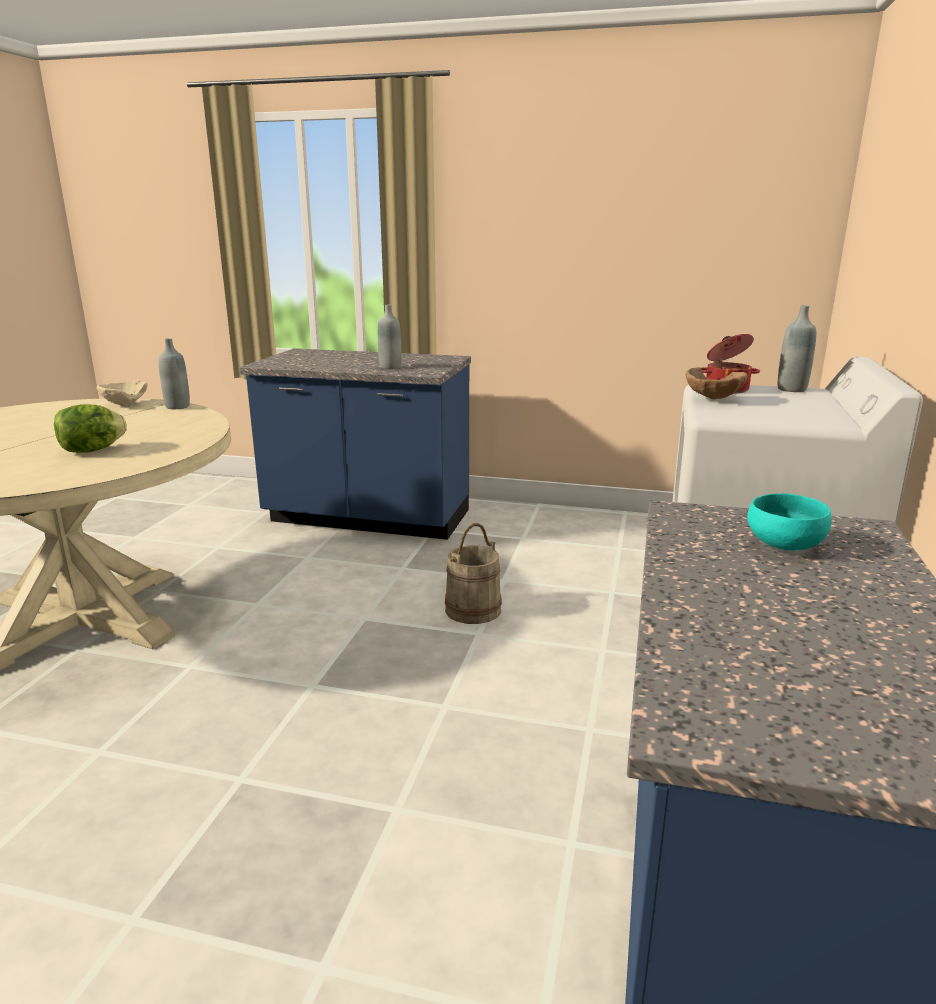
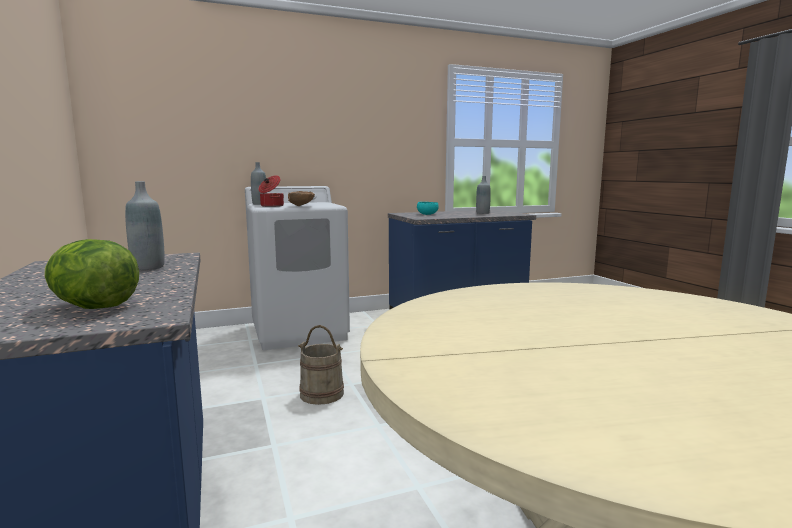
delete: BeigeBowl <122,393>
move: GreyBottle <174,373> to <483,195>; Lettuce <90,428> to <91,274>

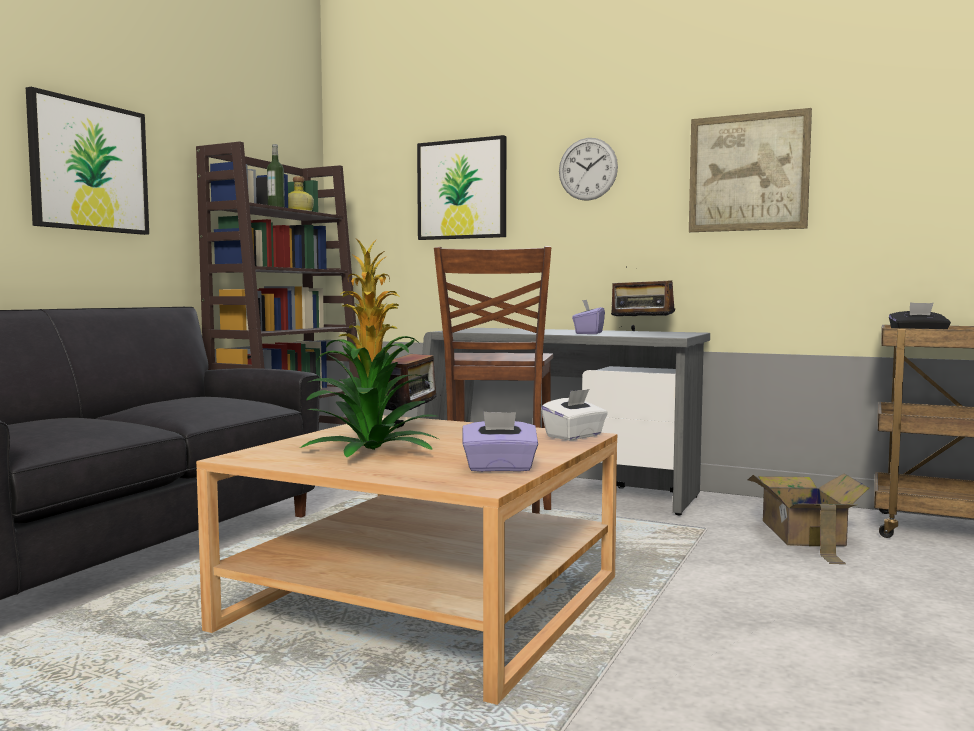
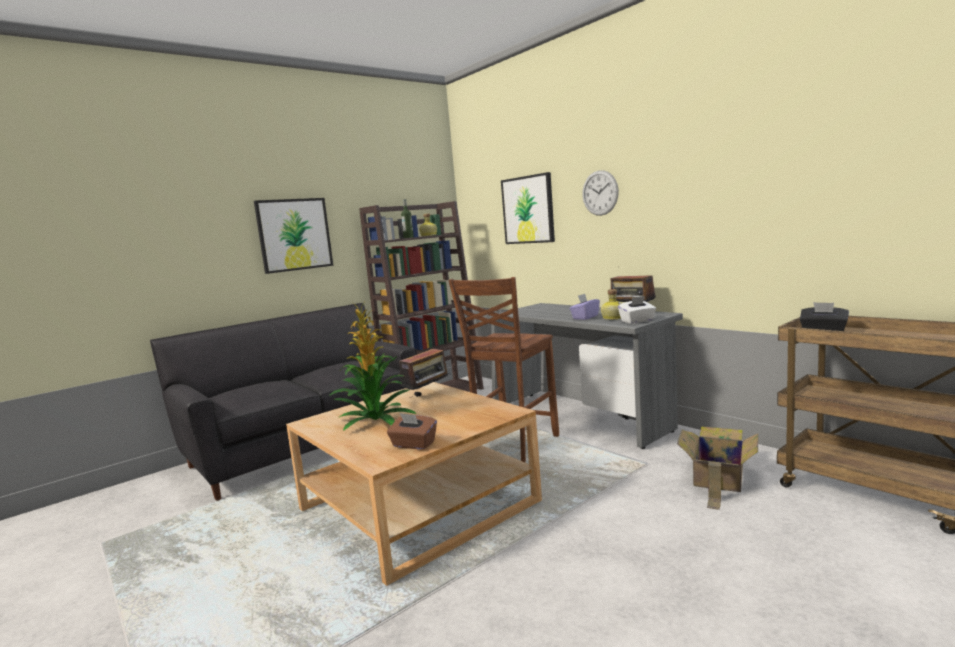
delete: Picture <750,170>
insert: Bottle <611,304>
move: WhiteTissueBox <574,414> to <637,310>
recolor: PurpleTissueBox <500,441> to BrownTissueBox <412,431>

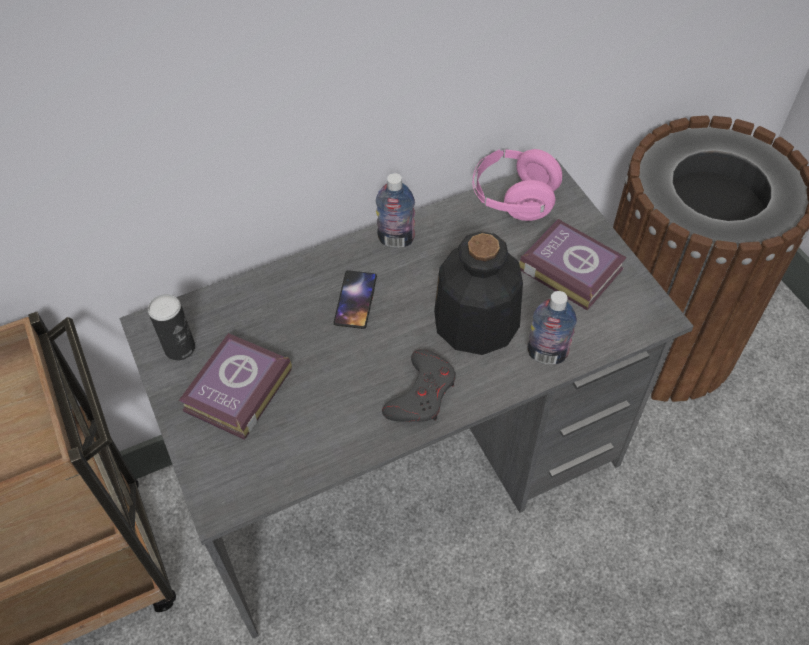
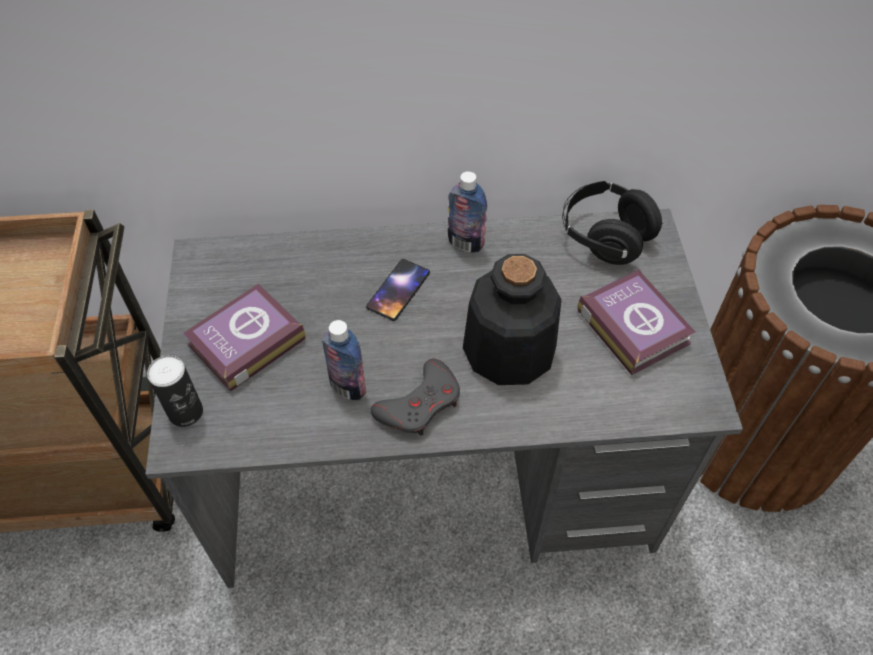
move: Bottle <552,327> to <344,360>; Can <171,327> to <175,391>
recolor: PinkHeadphones <517,185> to BlackHeadphones <612,223>

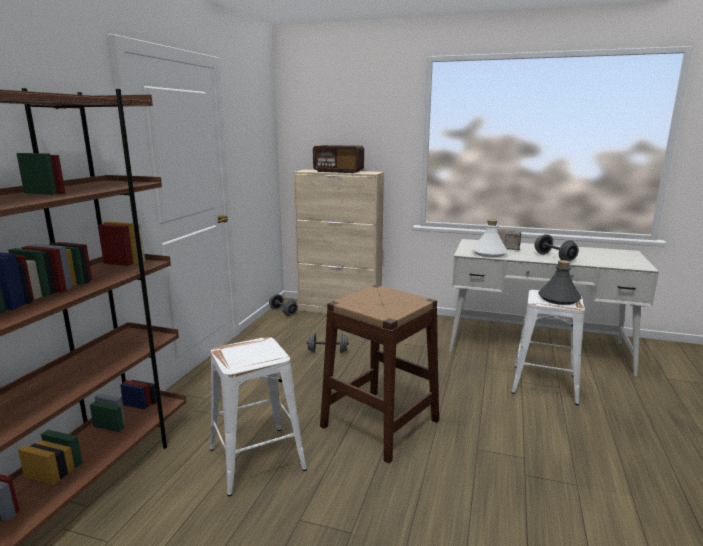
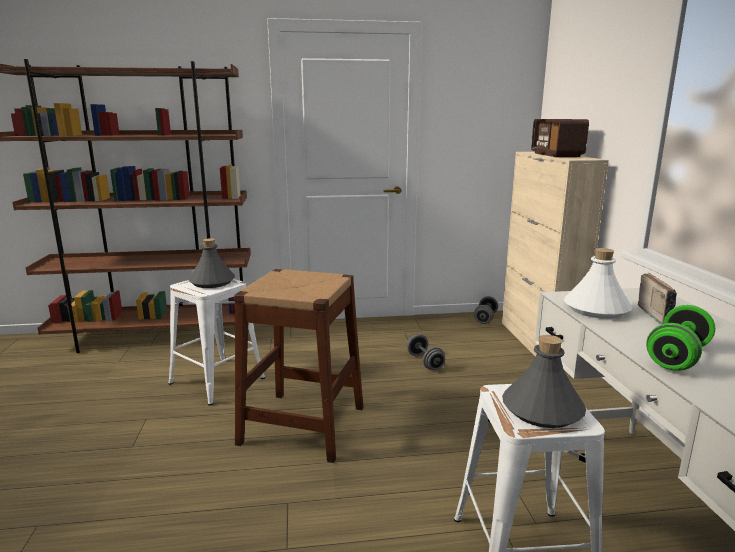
insert: GreyBottle <212,263>
recolor: GreyDumbbell <557,247> to GreenDumbbell <680,338>

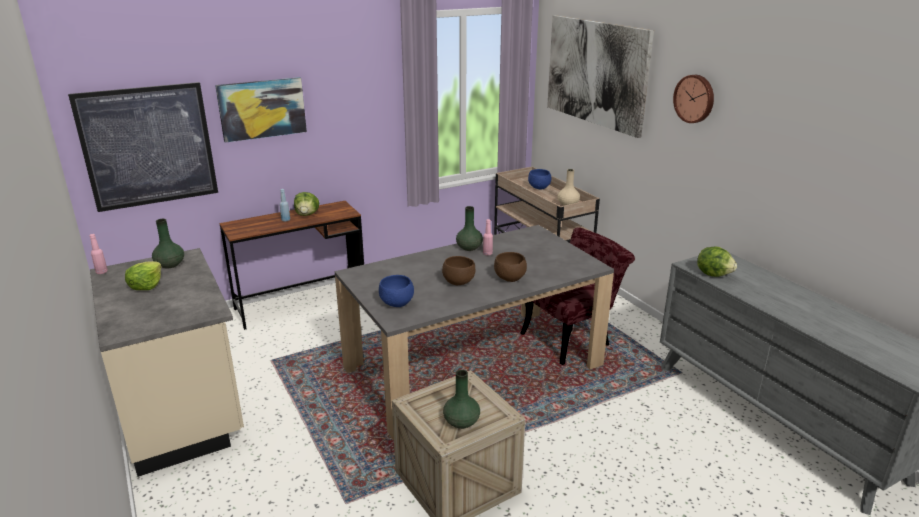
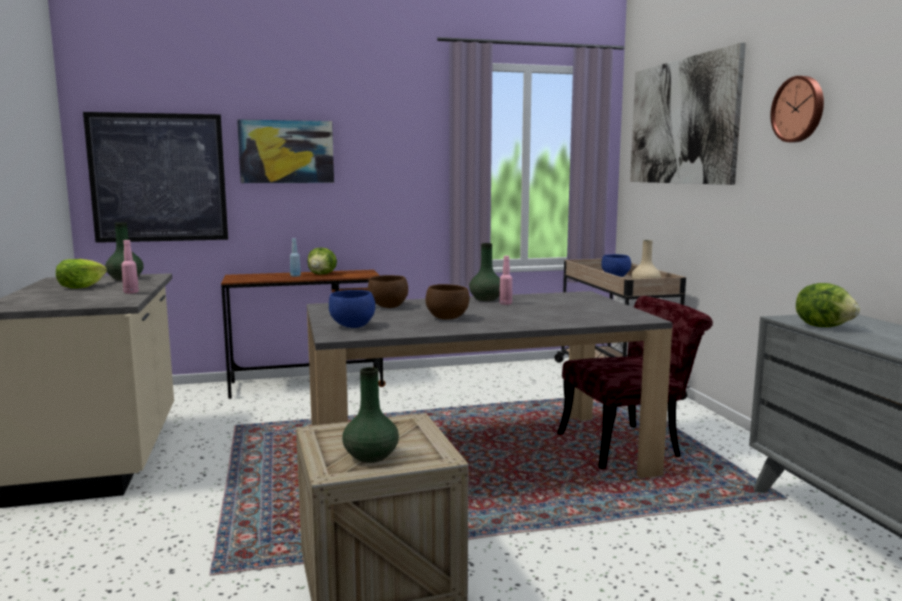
move: PinkBottle <99,254> to <130,267>; BrownBowl <510,267> to <388,291>

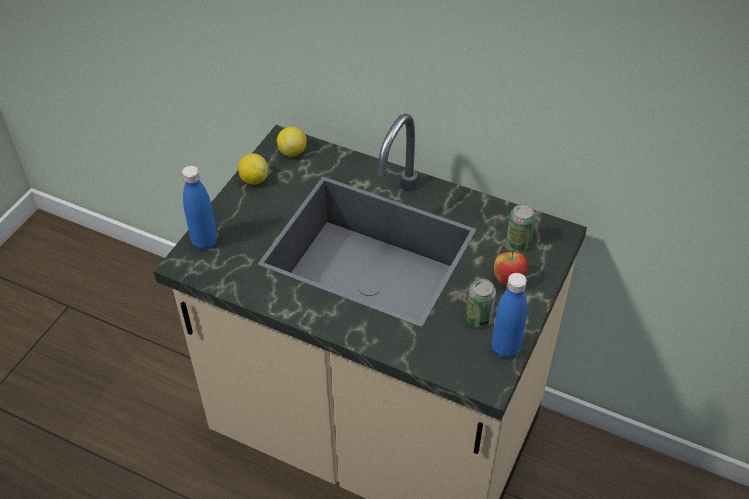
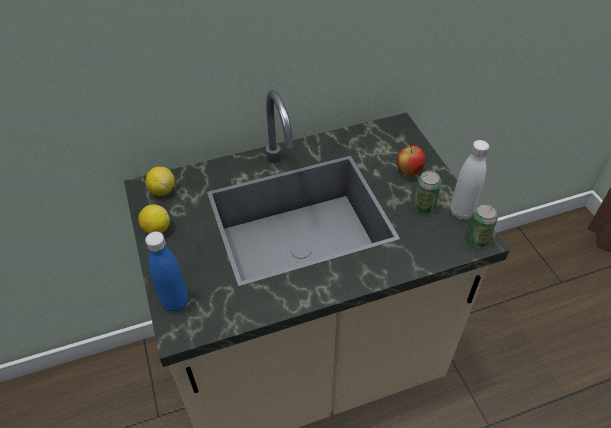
move: Can <521,227> to <481,225>
recolor: BlueBottle <509,315> to WhiteBottle <469,180>

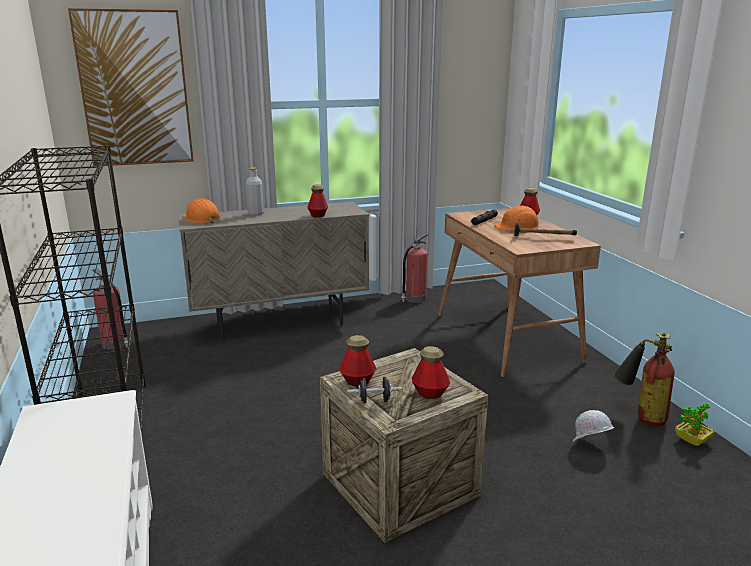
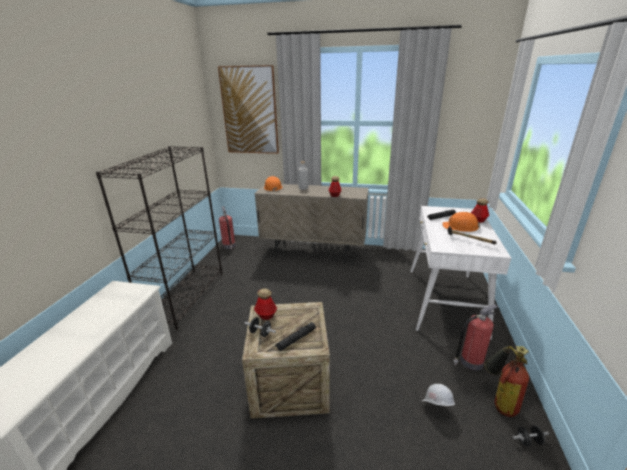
move: FireExtinguisher <414,268> to <475,337>
replace: Bottle <431,372> to BlackFlashlight <295,336>; PottedPlant <694,424> to BlackDumbbell <531,436>
recolor: BrownDesk <519,292> to WhiteDesk <460,273>

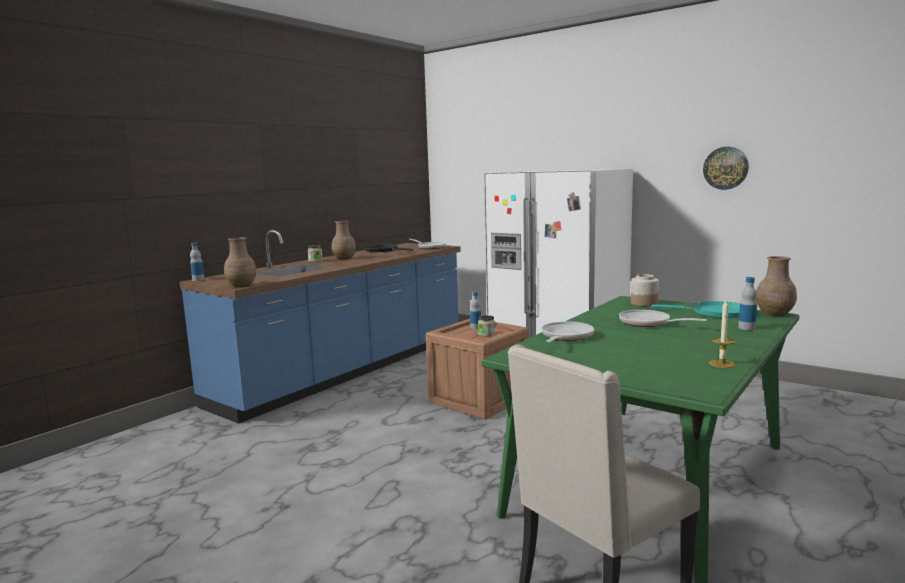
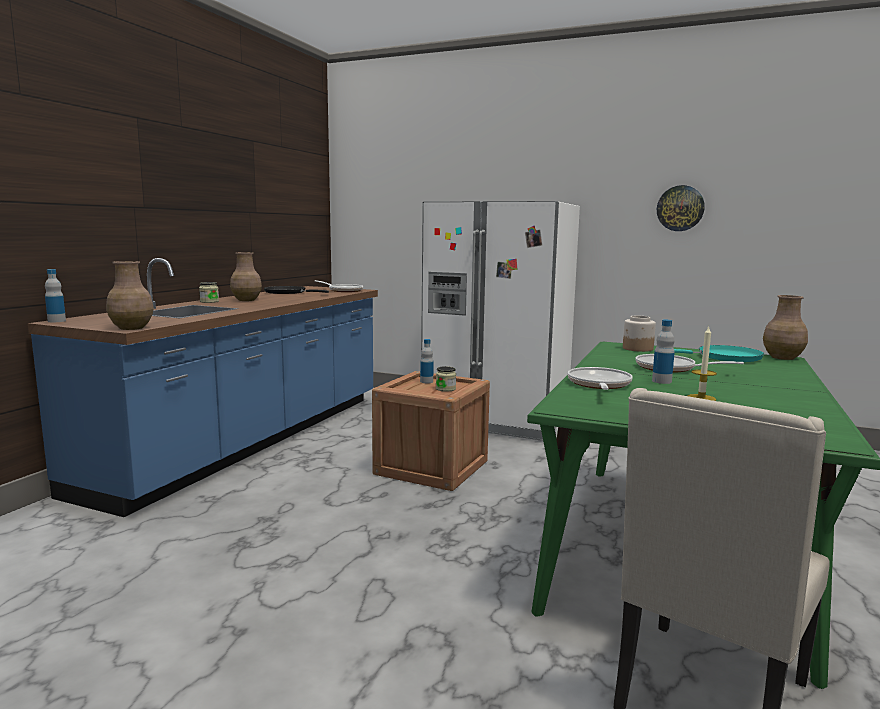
move: Bottle <747,303> to <663,352>; Candle <722,334> to <702,363>

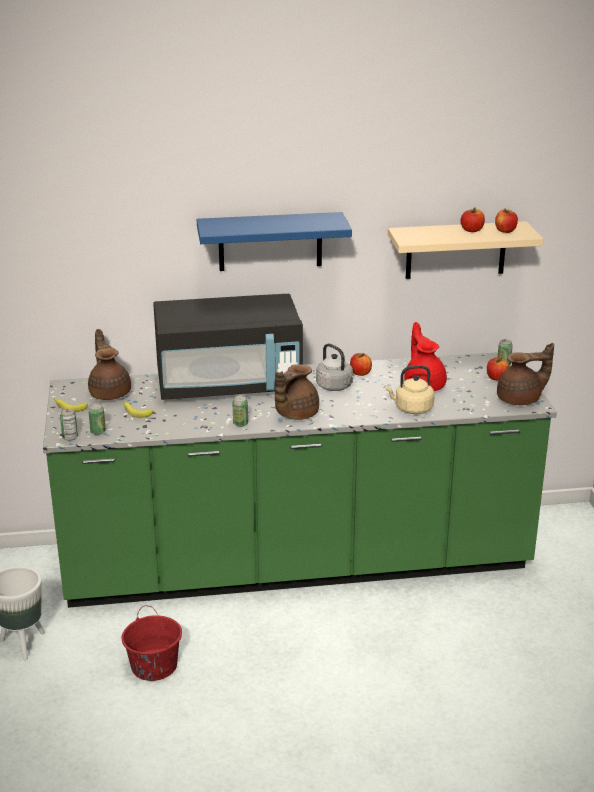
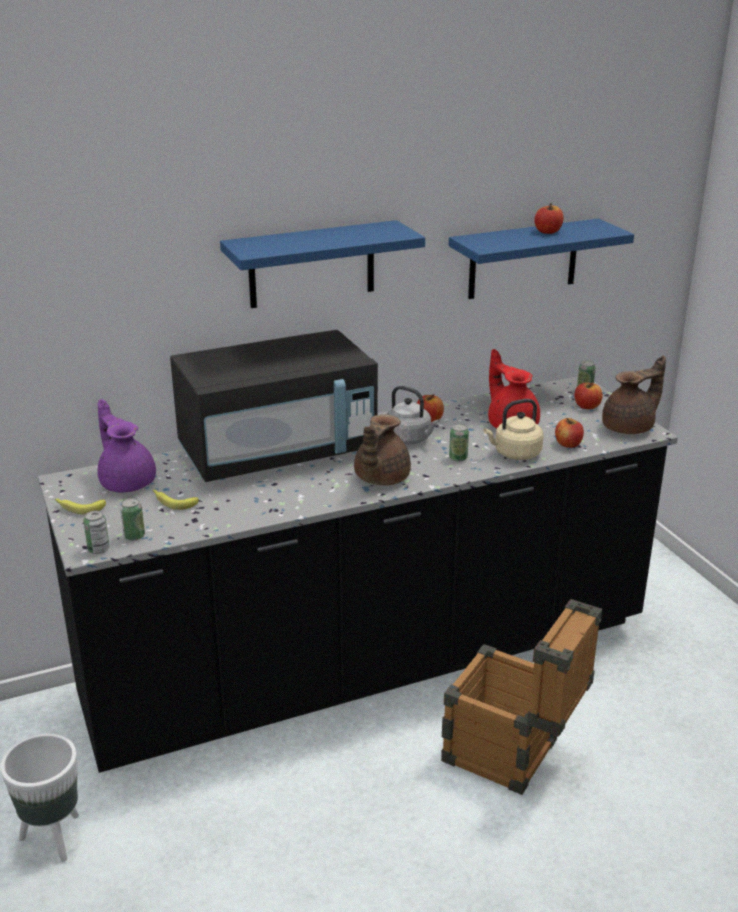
delete: RedBucket <152,643>
insert: Crate <521,697>
move: Apple <506,220> to <569,433>; Can <240,411> to <459,443>
recolor: BeigeShelf <465,250> to BlueShelf <541,259>; BrownTeapot <109,364> to PurpleTeapot <126,445>; GreenCounter <300,480> to BlackCounter <358,574>

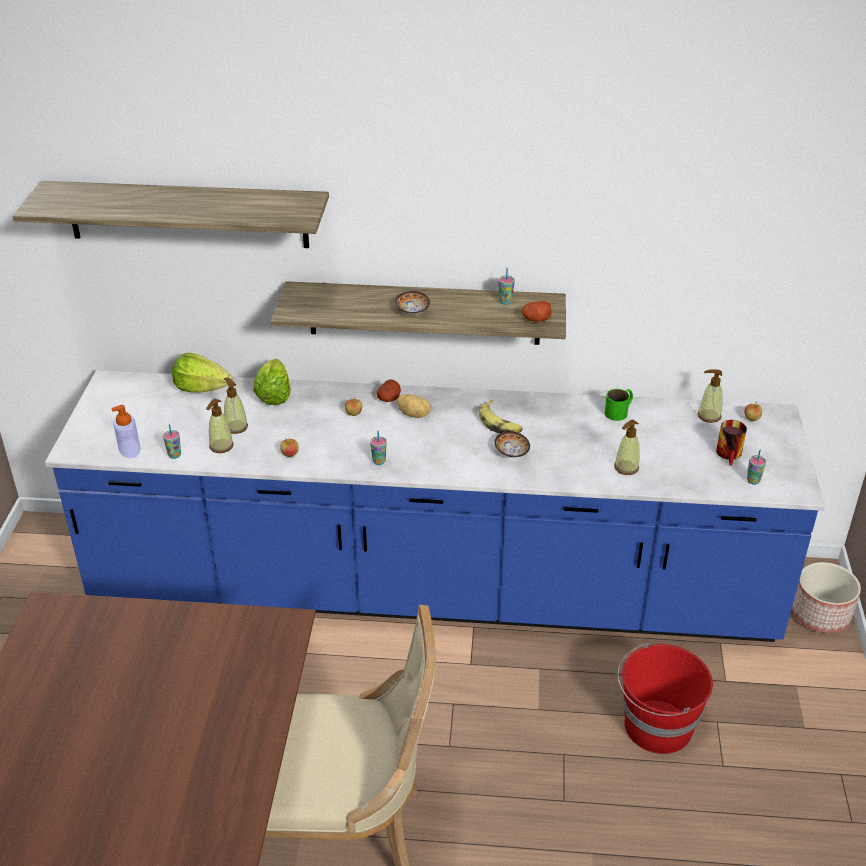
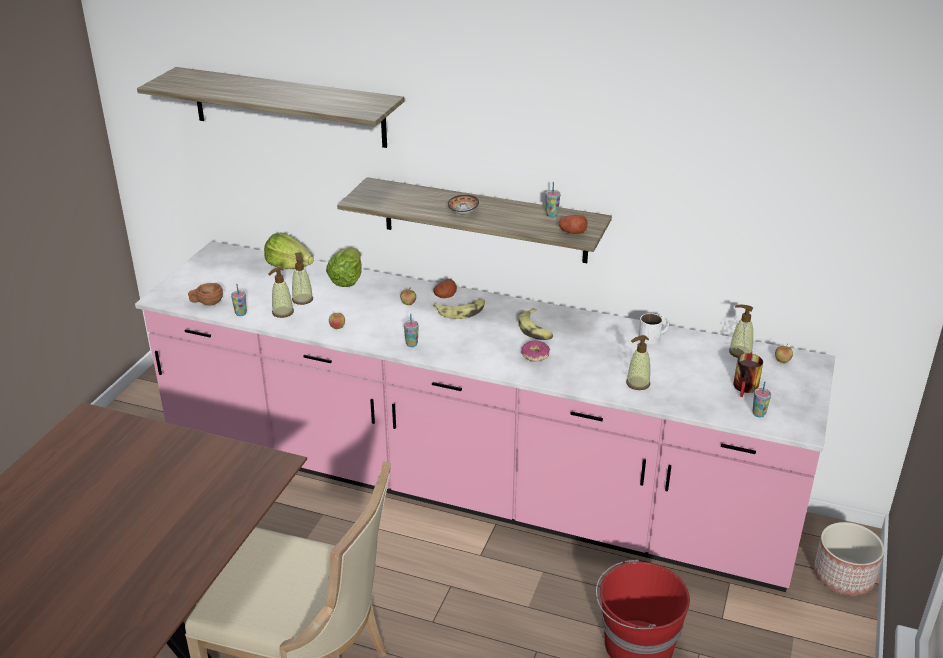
replace: Potato <414,406> to Banana <459,309>; SoapDispenser <126,431> to BrownCup <205,294>; Bowl <512,444> to Donut <535,351>
recolor: BlueCounter <435,506> to PinkCounter <485,416>; GreenMug <618,405> to WhiteMug <654,328>

